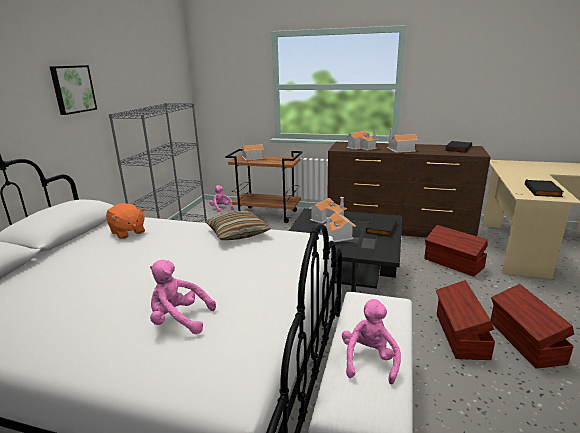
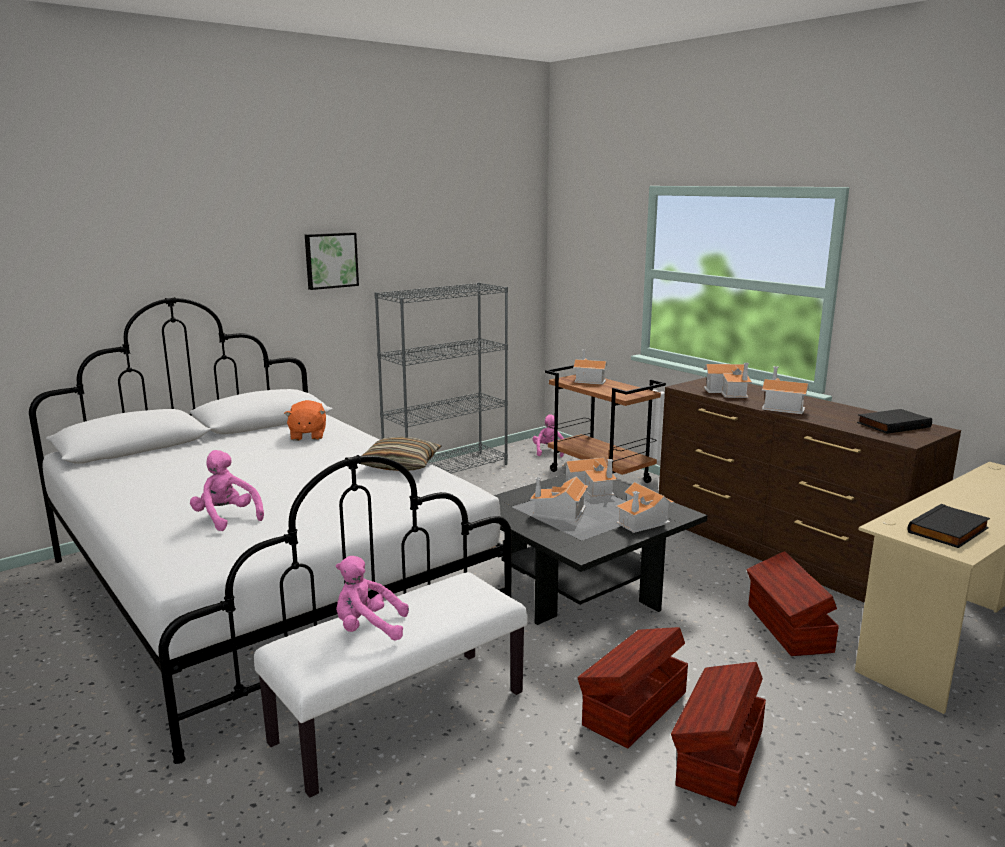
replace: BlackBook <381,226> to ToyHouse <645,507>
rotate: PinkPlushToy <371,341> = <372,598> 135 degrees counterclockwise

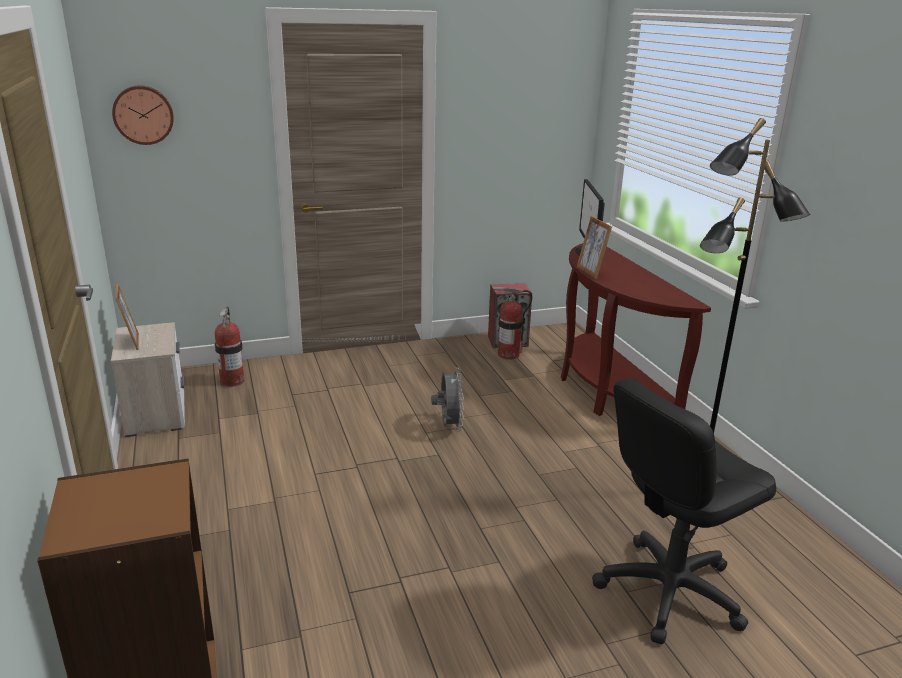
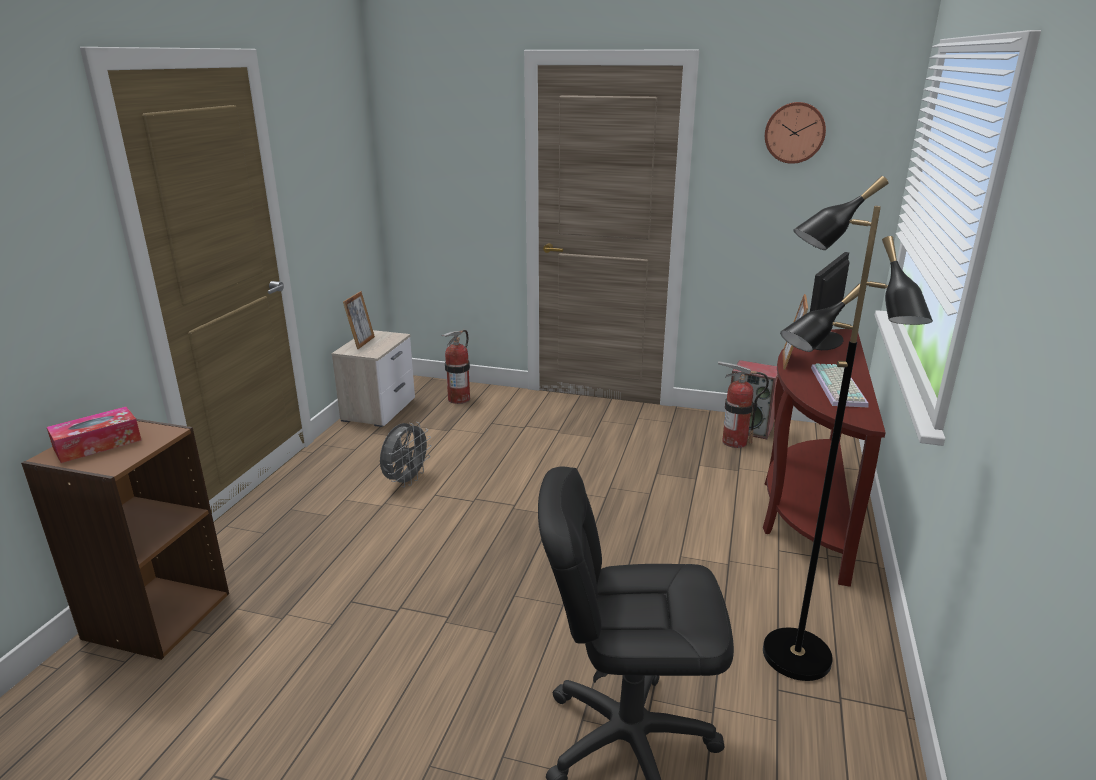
insert: Keyboard <840,385>; TissueBox <94,435>
move: WallClock <143,115> to <795,133>; GreyFan <447,399> to <406,454>

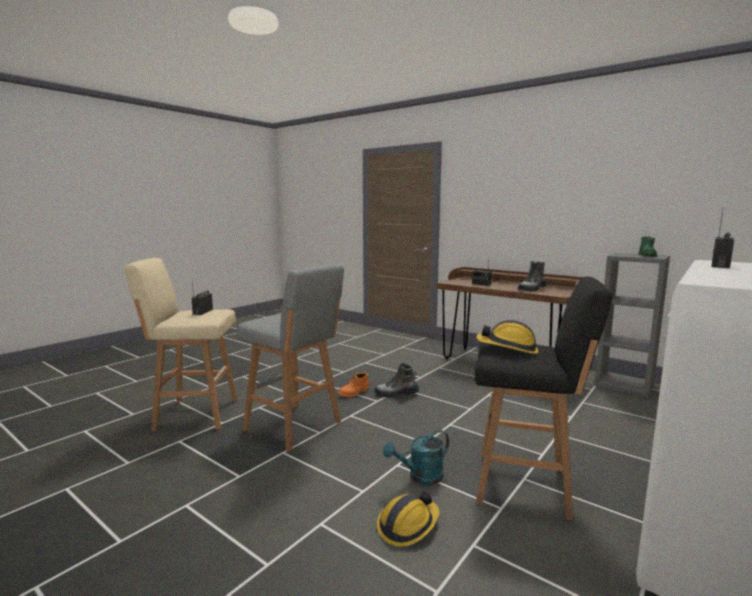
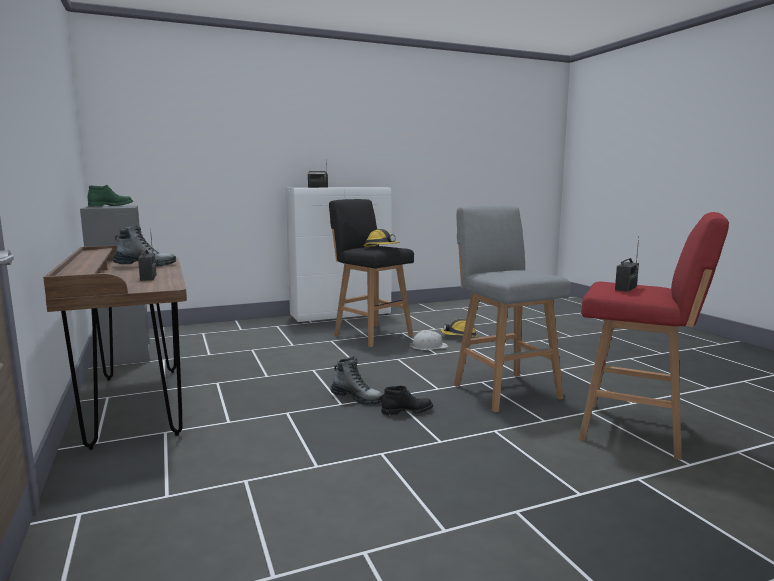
replace: TurquoiseWateringCan <416,457> to WhiteHardHat <429,340>
recolor: BeigeStool <181,344> to RedStool <654,336>; OrangeBoot <353,384> to BlackBoot <407,400>

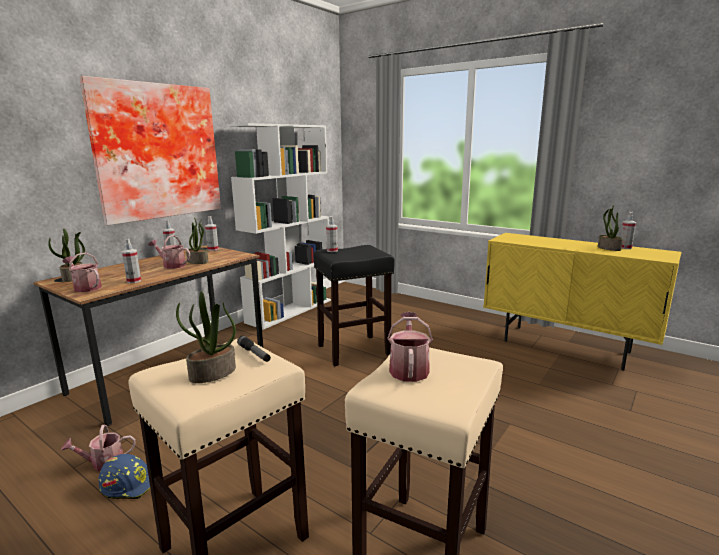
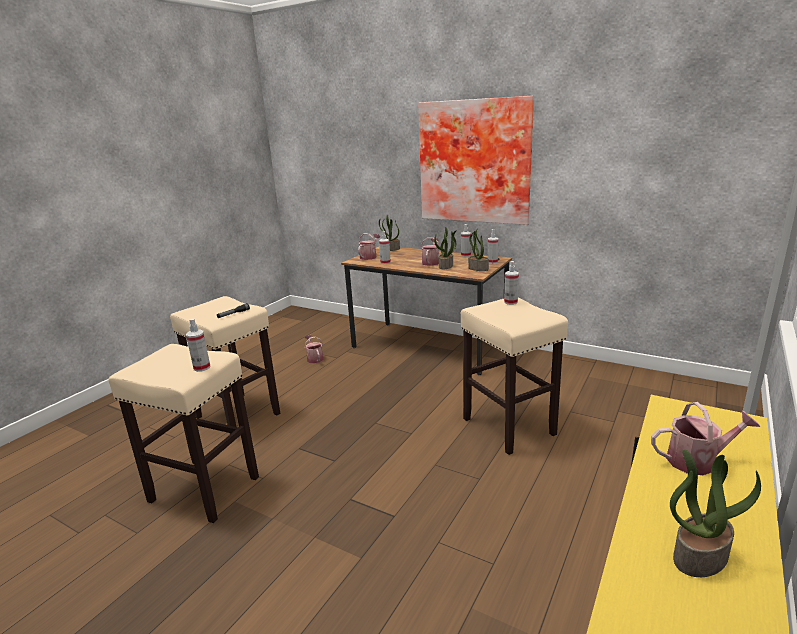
delete: WhiteBookcase <278,226>; BlueHardHat <124,476>
move: SprayBottle <628,230> to <198,345>; PottedPlant <206,337> to <478,250>; WateringCan <410,347> to <705,438>
recolor: BlackStool <354,305> to BeigeStool <514,376>

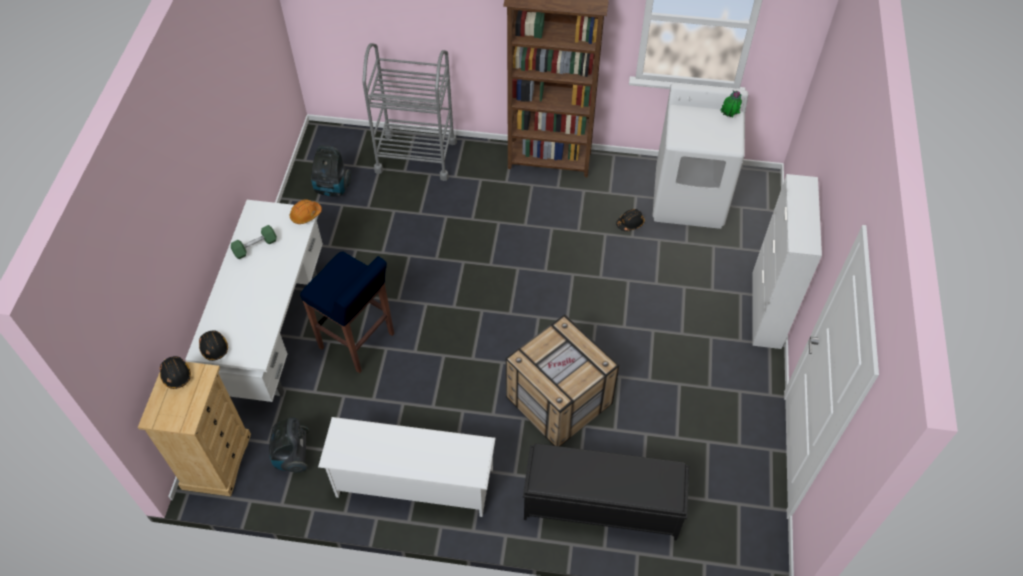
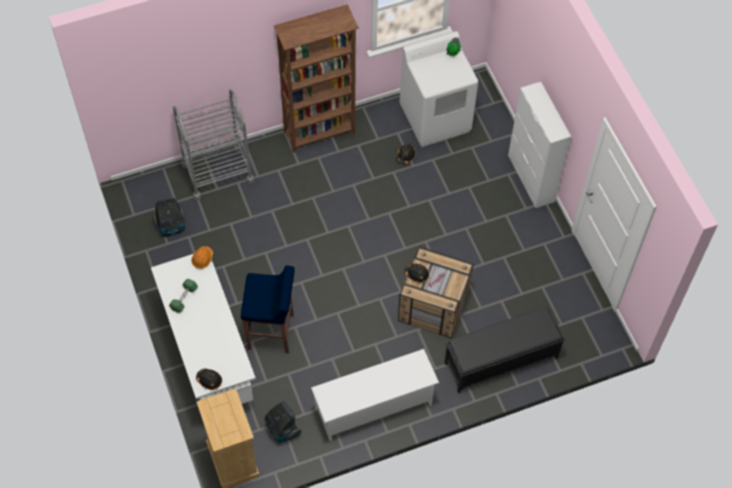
move: BlackHardHat <175,372> to <416,273>

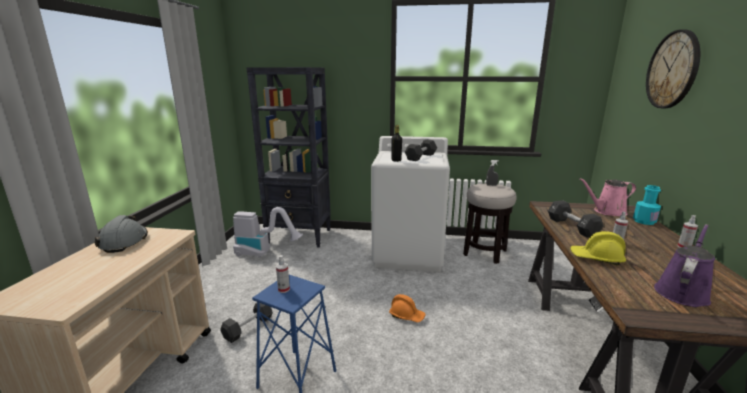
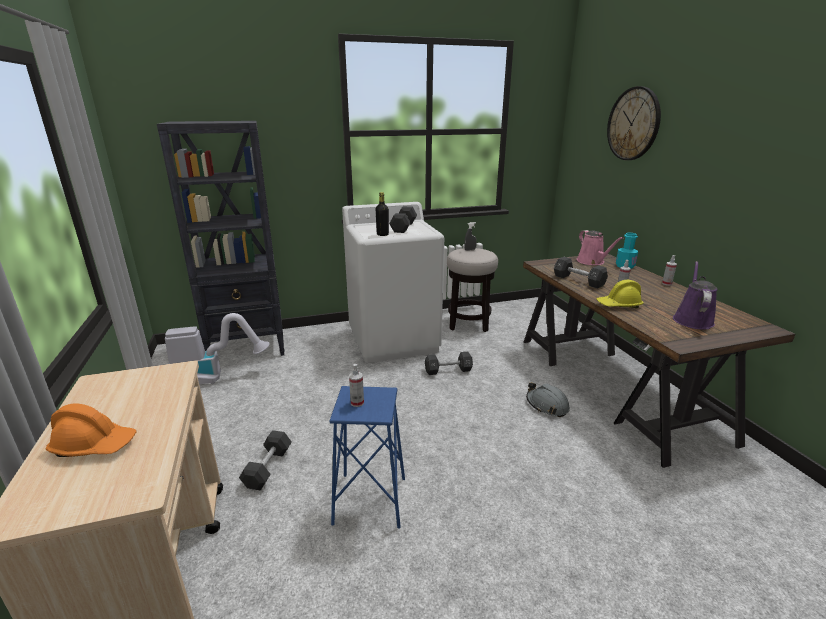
insert: BlackDumbbell <449,363>
move: GreyHardHat <121,234> to <548,400>; OrangeHardHat <407,308> to <91,430>
rotate: PinkWateringCan <607,197> = <600,247> 75 degrees counterclockwise

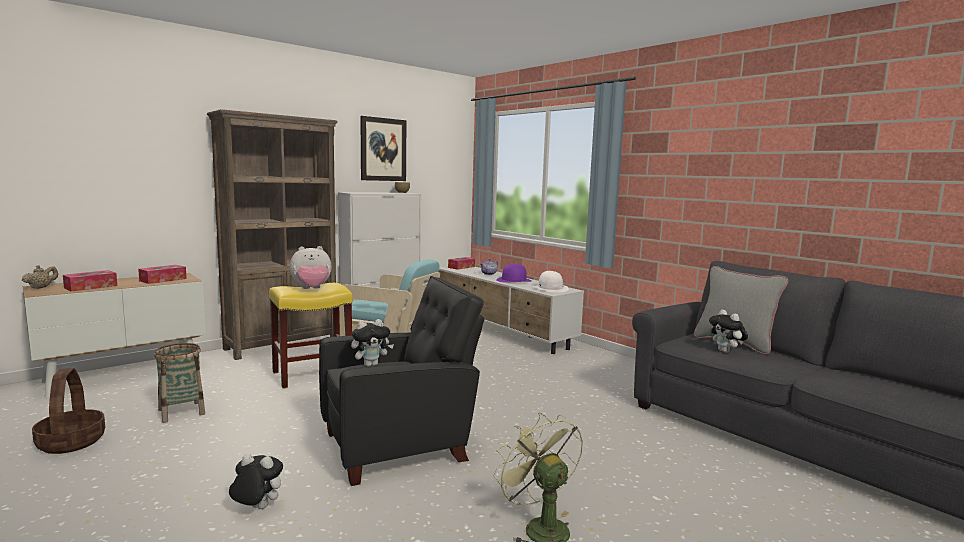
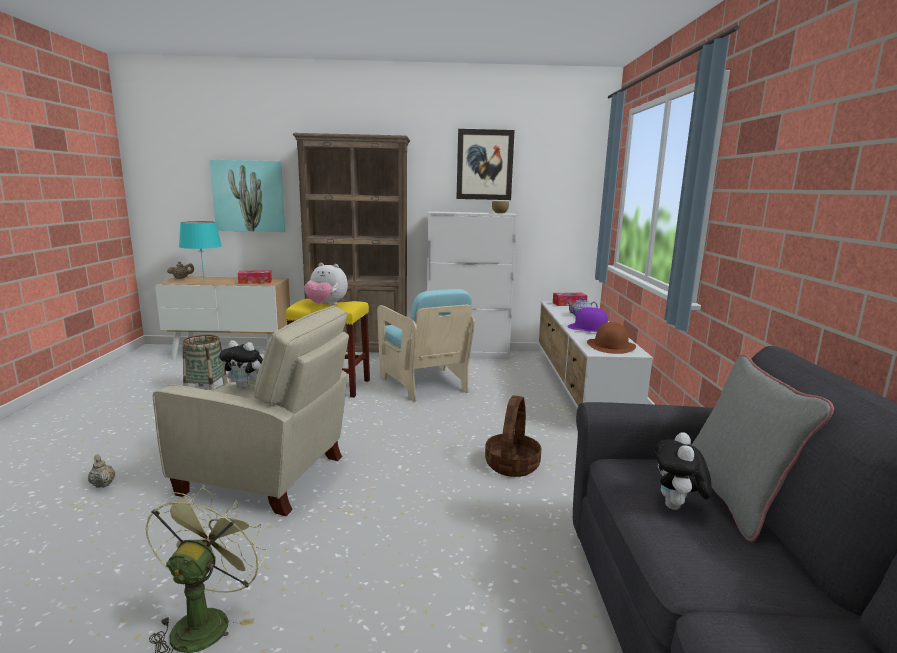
insert: Picture <247,196>
move: Basket <68,411> to <513,436>
replace: TissueBox <90,281> to TurquoiseTableLamp <200,249>; PlushToy <256,481> to BeigeTeapot <101,471>
recolor: WhiteHat <551,282> to BrownHat <611,338>; BlackArmchair <402,381> to BeigeArmchair <251,411>

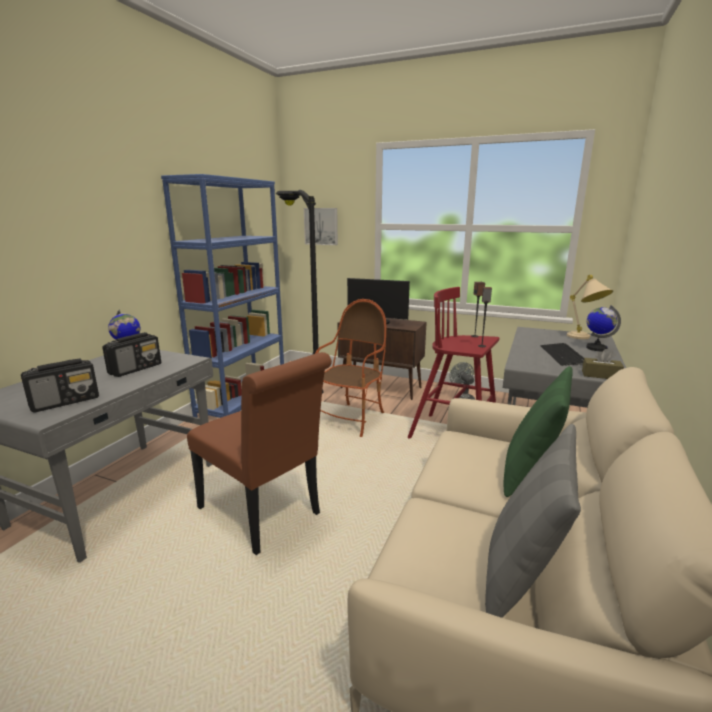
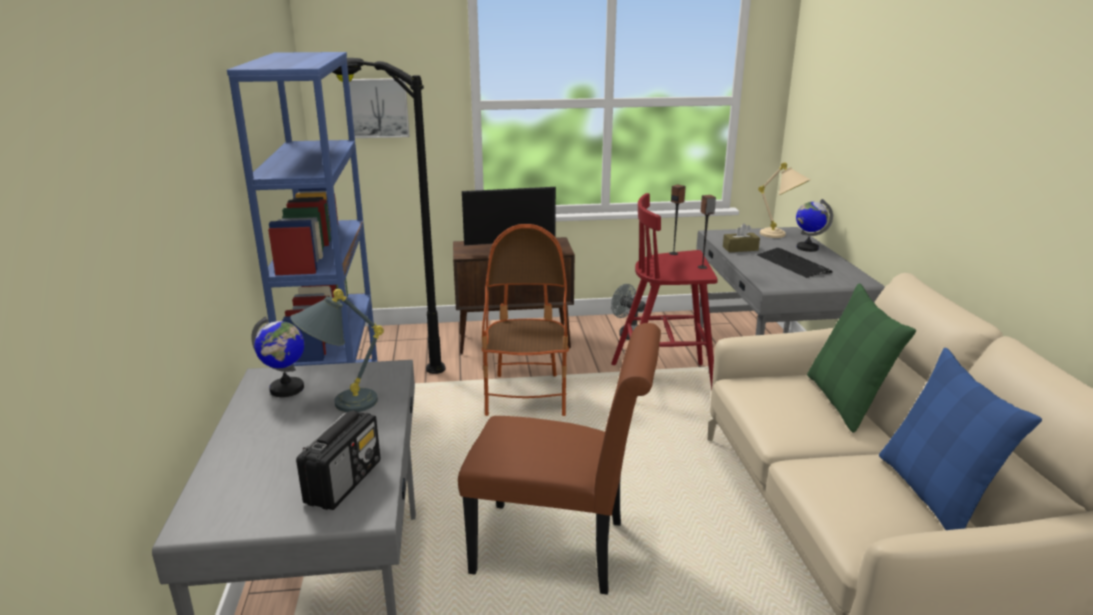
move: BrownTissueBox <603,364> to <741,238>
replace: Radio <131,354> to GreyTableLamp <337,350>
recolor: GreyPillow <533,521> to BluePillow <960,439>

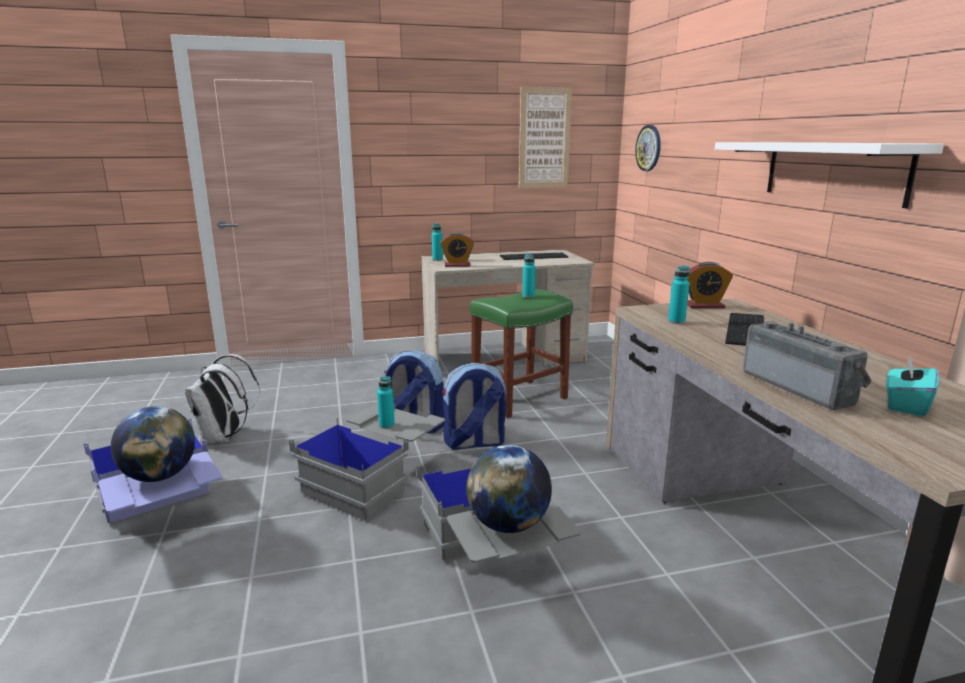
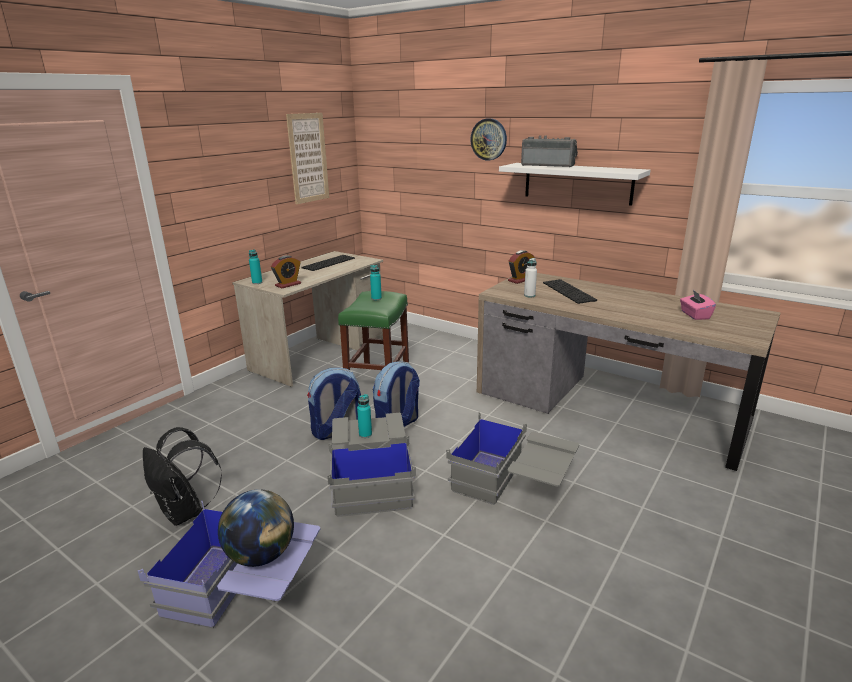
delete: Globe <509,489>
move: WallClock <648,148> to <488,139>; Radio <807,365> to <549,151>
recolor: TurquoiseBottle <679,295> to WhiteBottle <530,277>; WhiteBackpack <222,398> to BlackBackpack <182,476>; TurquoiseTissueBox <912,386> to PinkTissueBox <698,305>

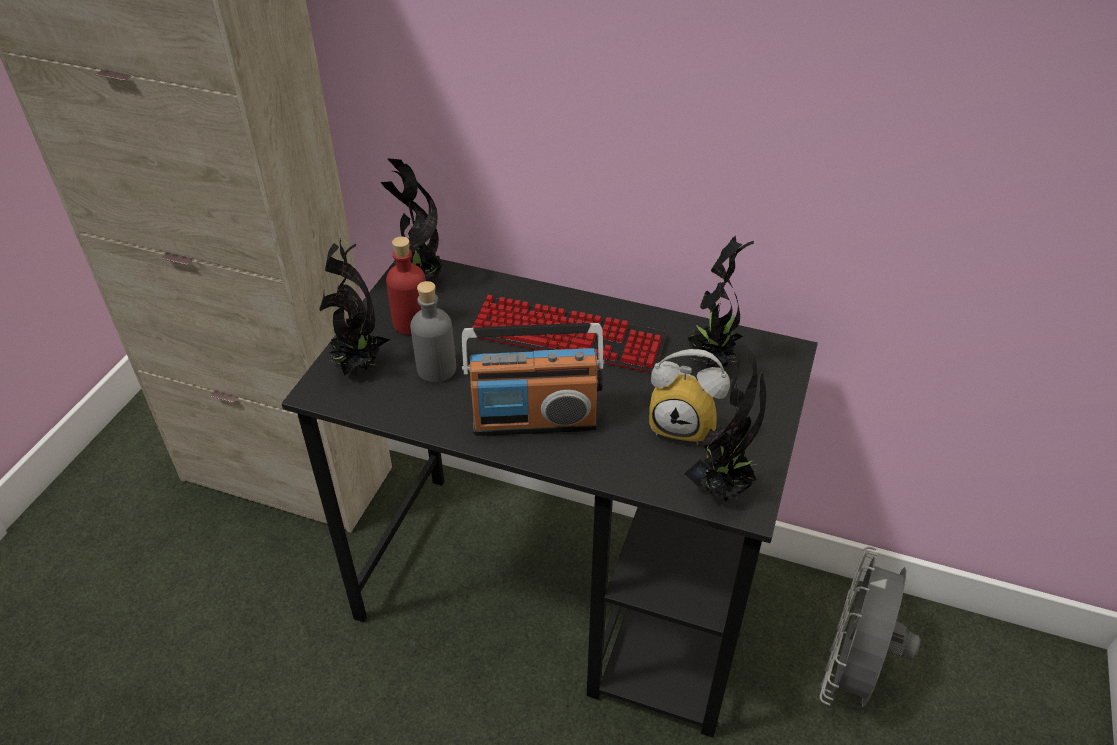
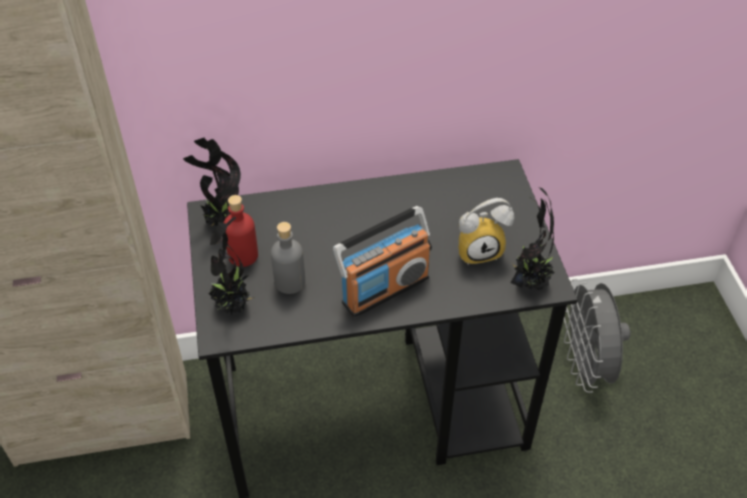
delete: PottedPlant <721,302>; Keyboard <569,334>

